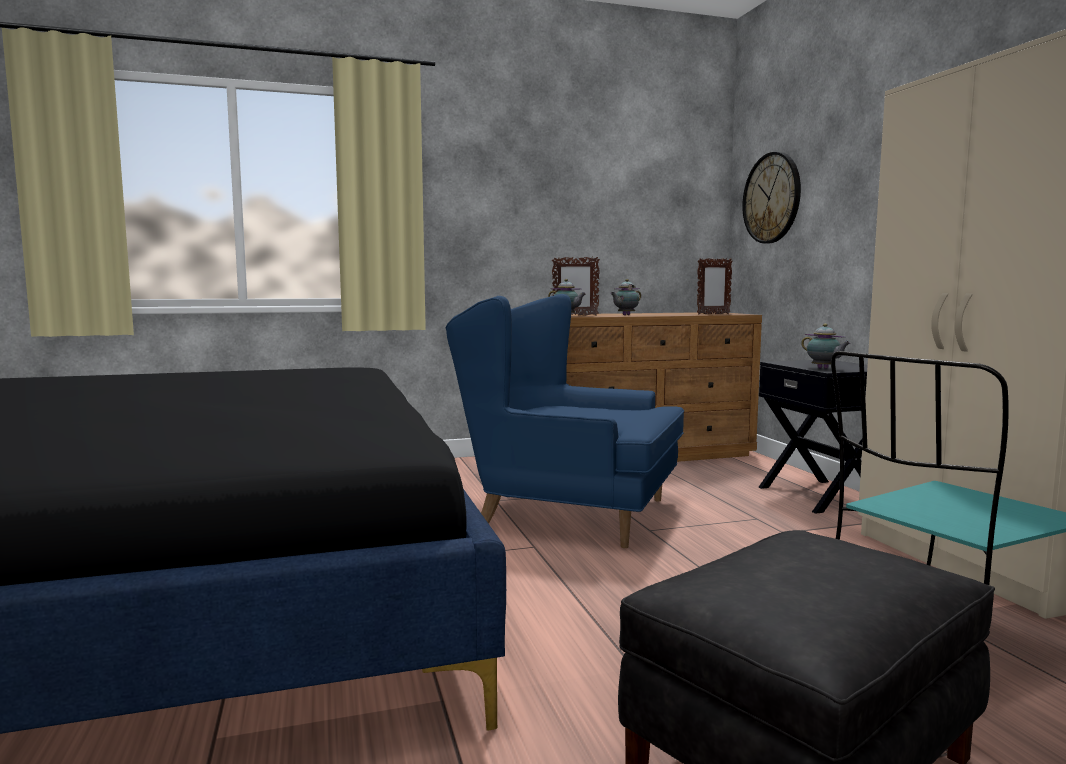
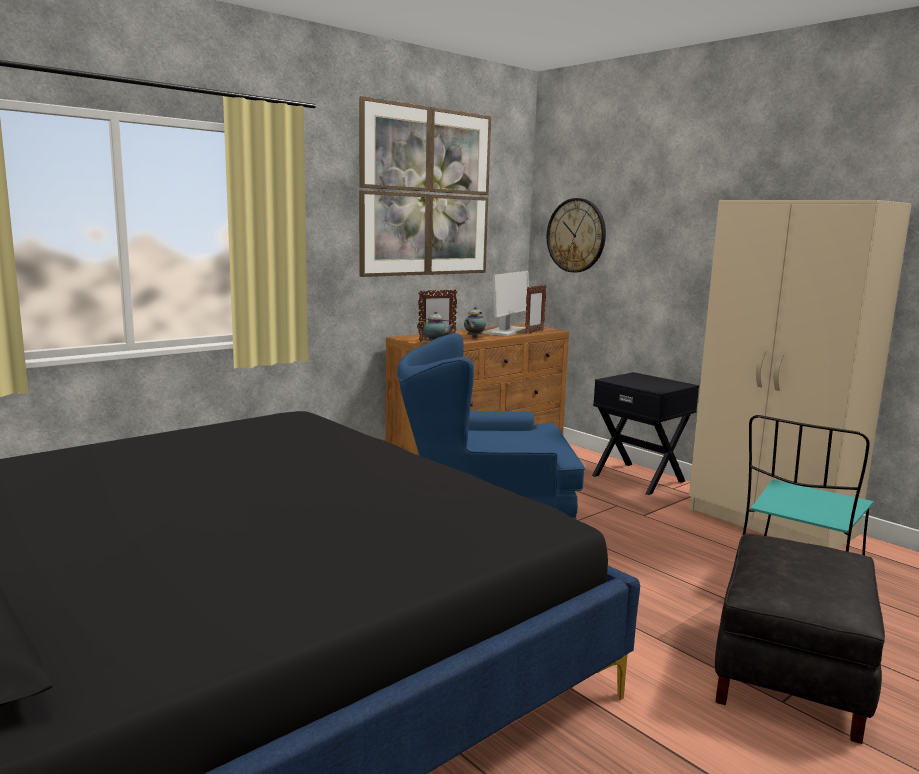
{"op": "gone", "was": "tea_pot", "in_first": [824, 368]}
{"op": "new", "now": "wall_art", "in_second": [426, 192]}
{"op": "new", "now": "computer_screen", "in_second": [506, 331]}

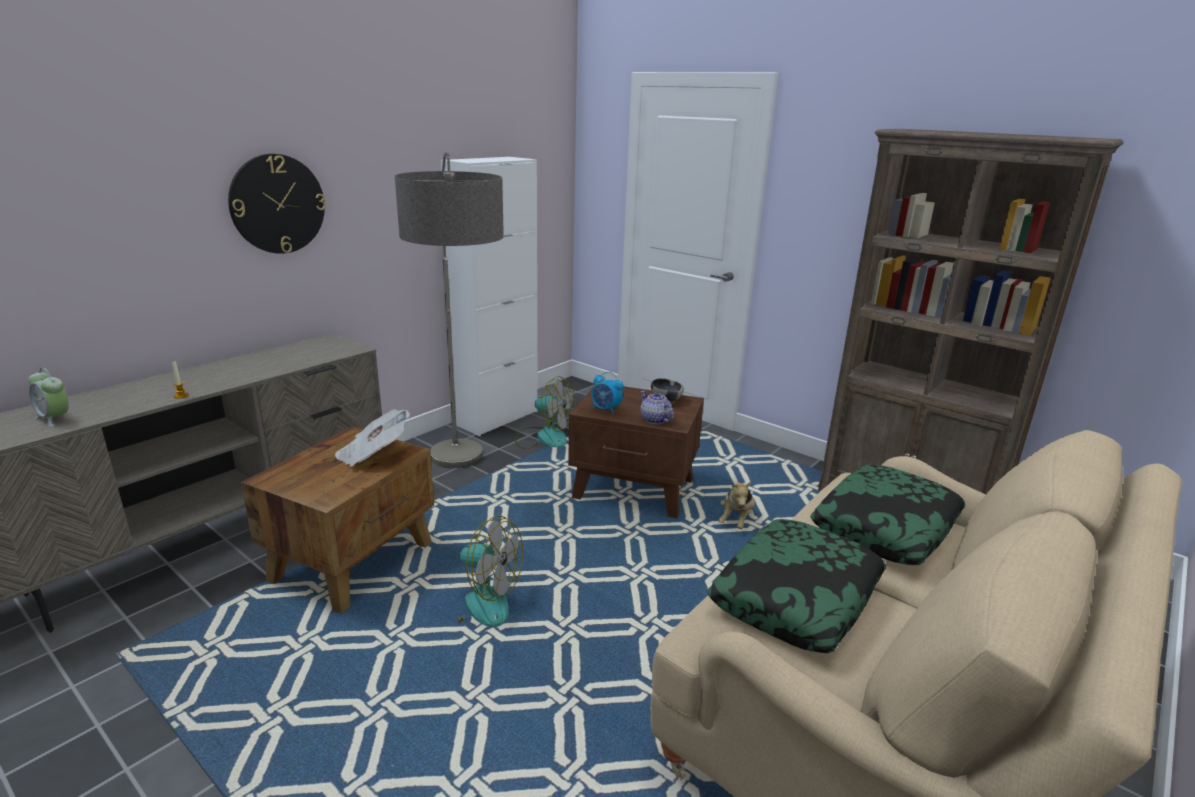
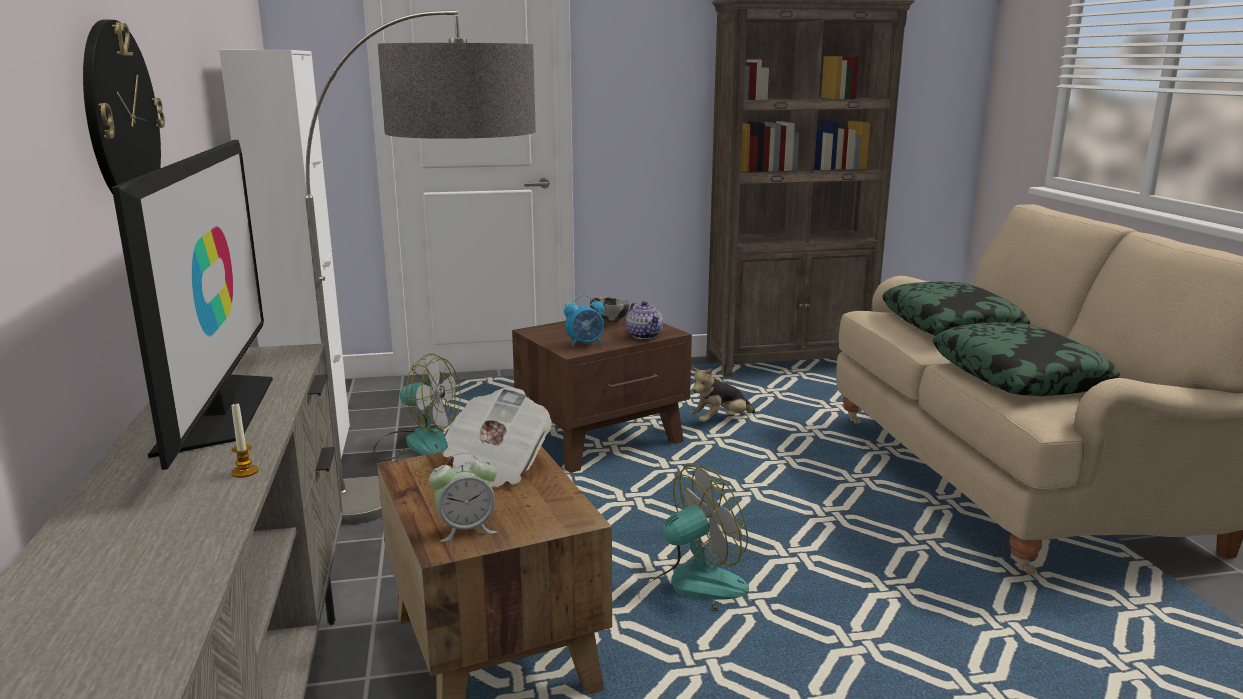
{"op": "shifted", "was": "bedside_clock", "in_first": [55, 419], "in_second": [466, 529]}
{"op": "rotated", "was": "fan", "in_first": [544, 437], "in_second": [416, 443], "clockwise": 45}
{"op": "rotated", "was": "tea_pot", "in_first": [655, 420], "in_second": [644, 335], "clockwise": -120}
{"op": "rotated", "was": "soft_toy", "in_first": [736, 520], "in_second": [720, 421], "clockwise": 90}
{"op": "new", "now": "TV", "in_second": [220, 409]}

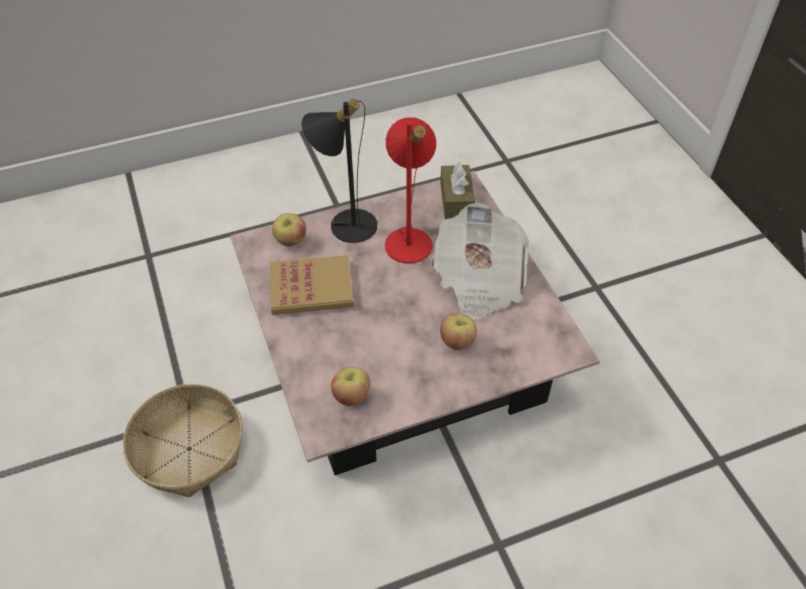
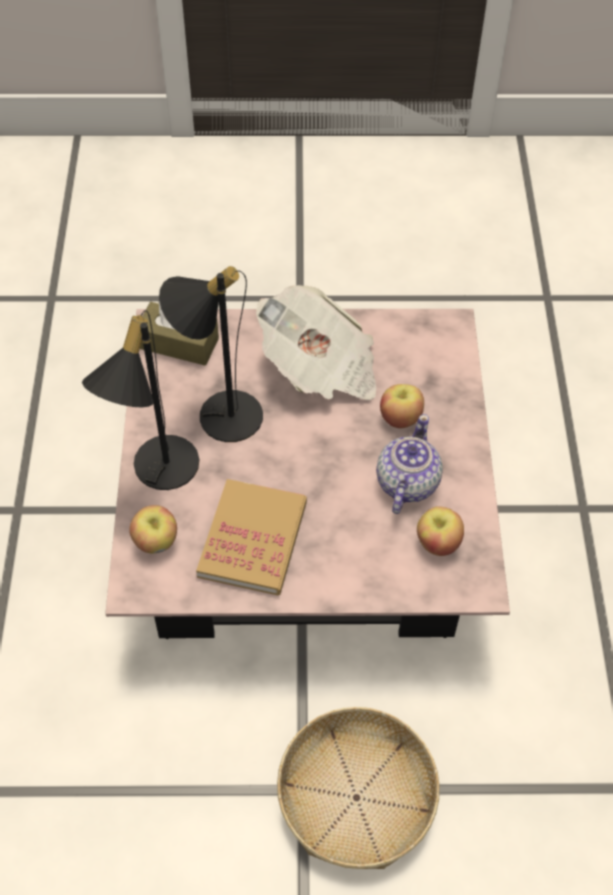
{"op": "repainted", "was": "red-coloured_lamp_for_a_table", "now": "blackish_lamp_for_a_table", "in_first": [409, 238], "in_second": [219, 411]}
{"op": "new", "now": "tea_pot", "in_second": [406, 483]}

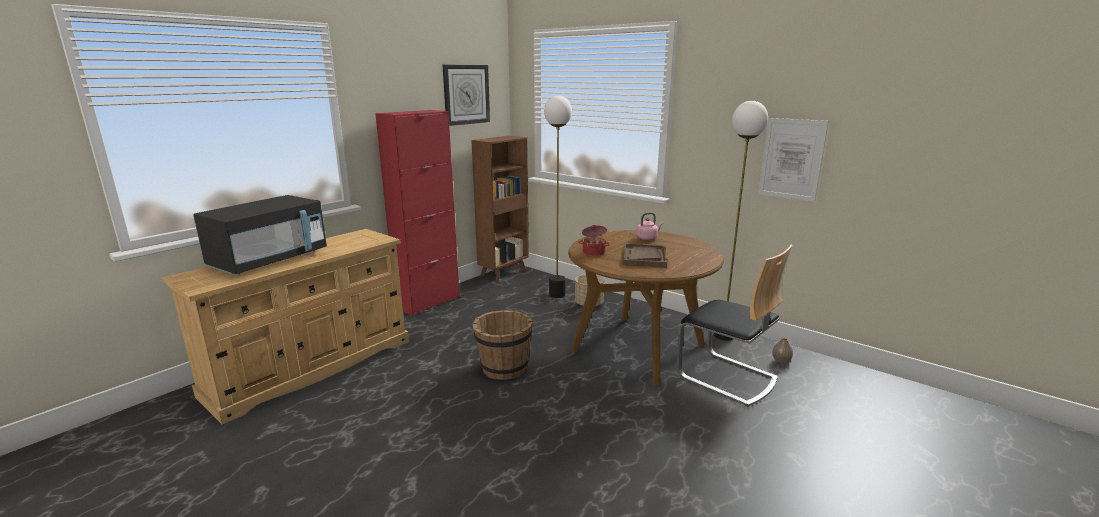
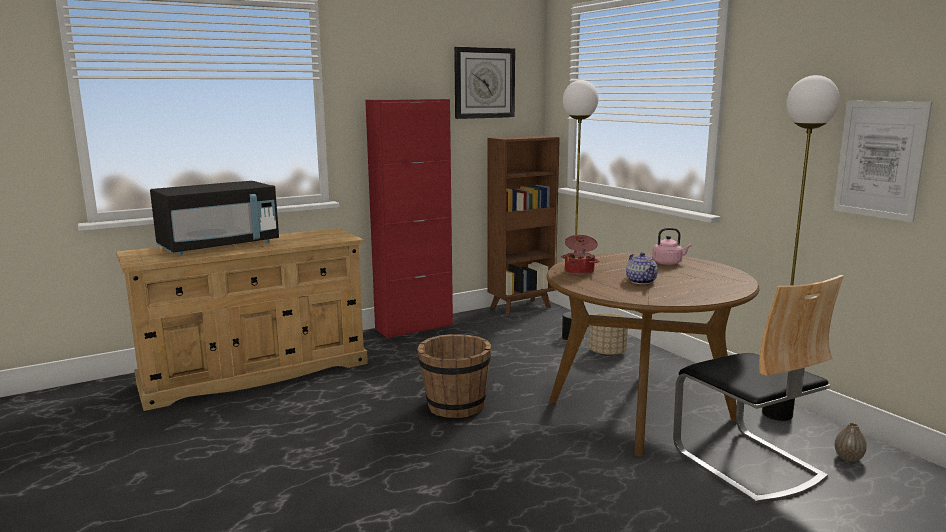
{"op": "swapped", "was": "brownish_serving_tray", "now": "tea_pot", "in_first": [644, 257], "in_second": [641, 281]}

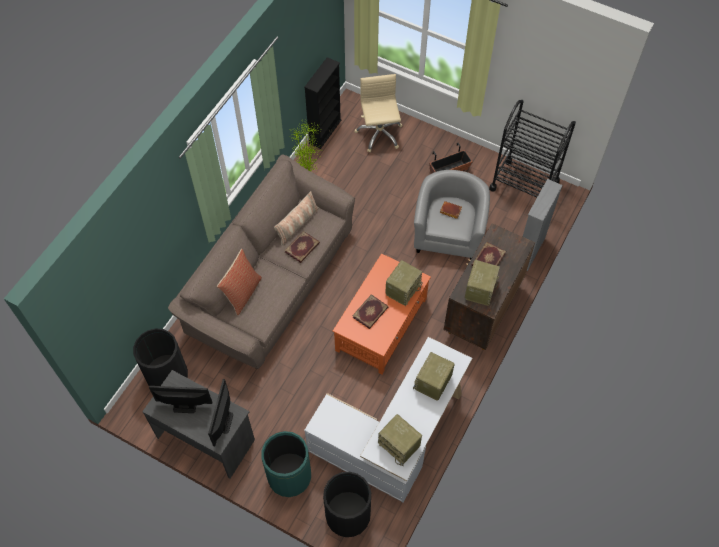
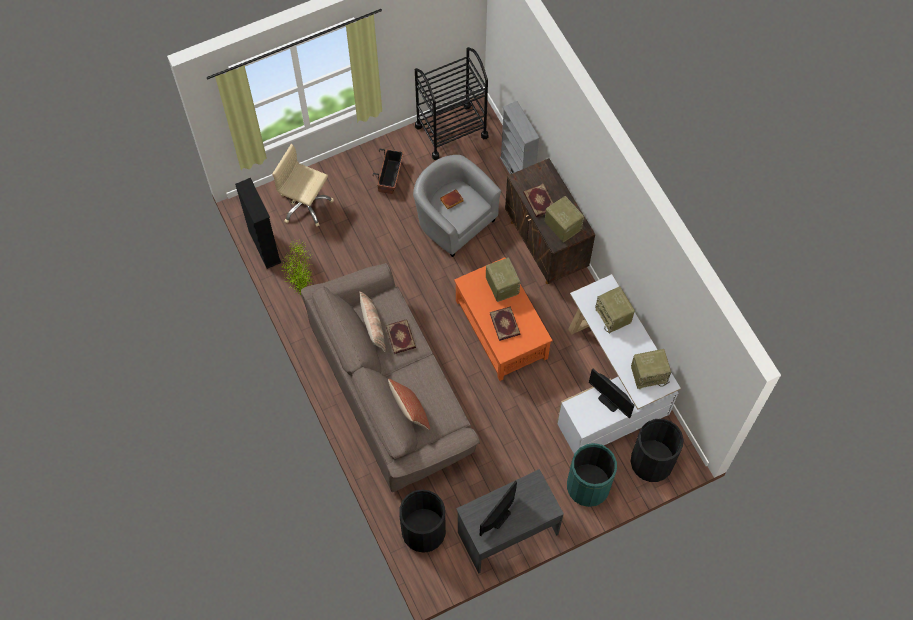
{"op": "shifted", "was": "computer_screen", "in_first": [224, 422], "in_second": [610, 400]}

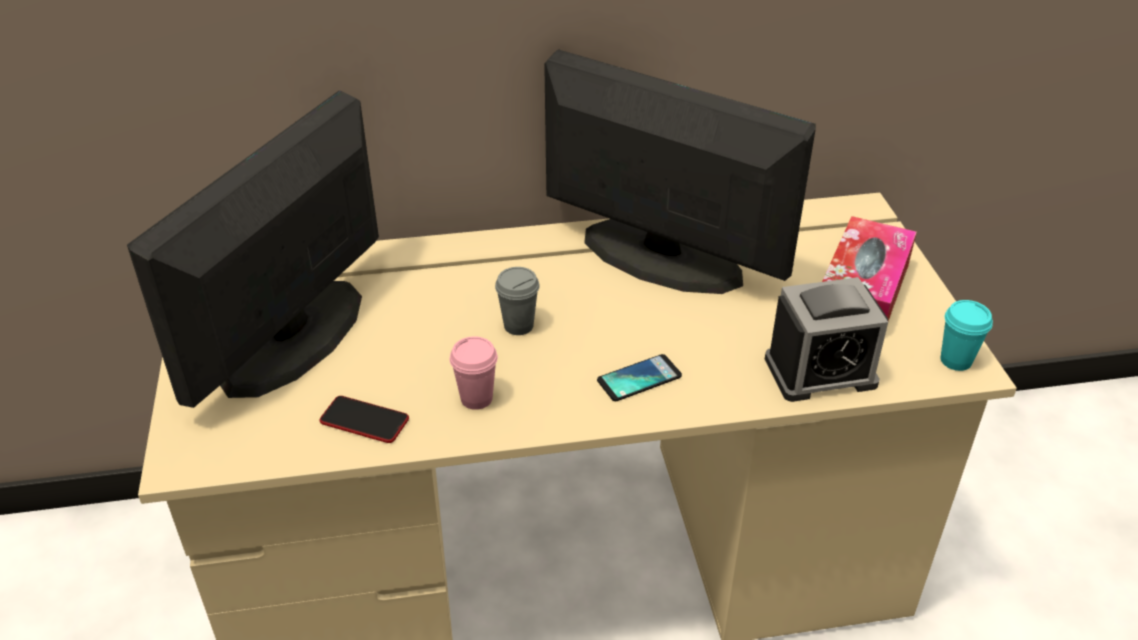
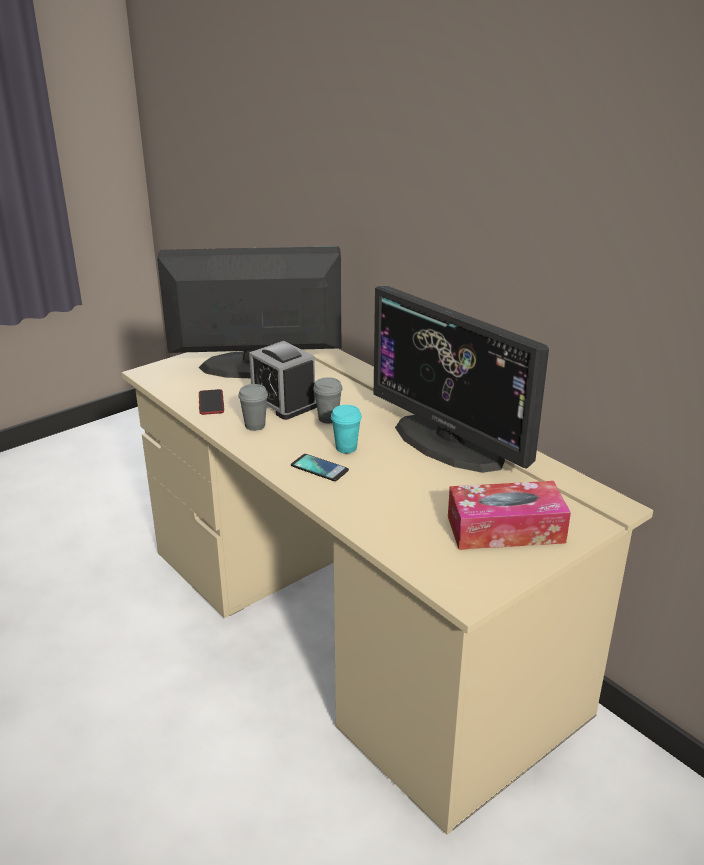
{"op": "repainted", "was": "pink-coloured_cup", "now": "grey_cup", "in_first": [476, 398], "in_second": [255, 425]}
{"op": "rotated", "was": "computer_screen", "in_first": [660, 257], "in_second": [449, 443], "clockwise": 135}
{"op": "shifted", "was": "bedside_clock", "in_first": [820, 371], "in_second": [283, 402]}
{"op": "shifted", "was": "turquoise-coloured_cup", "in_first": [956, 360], "in_second": [346, 448]}

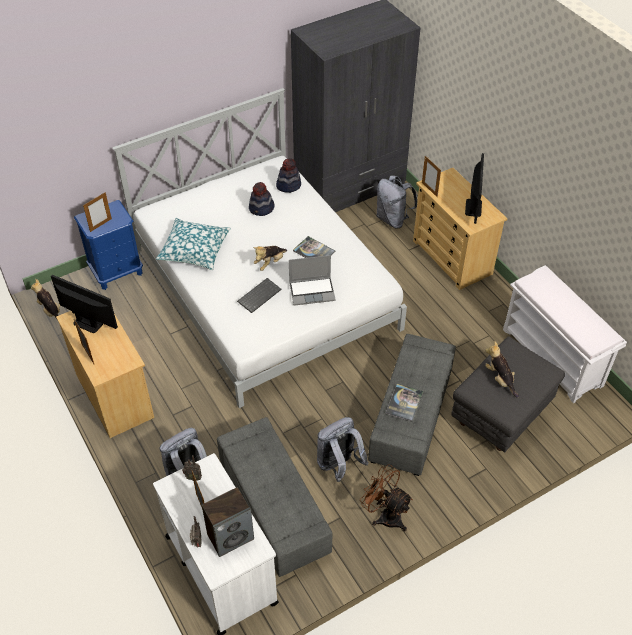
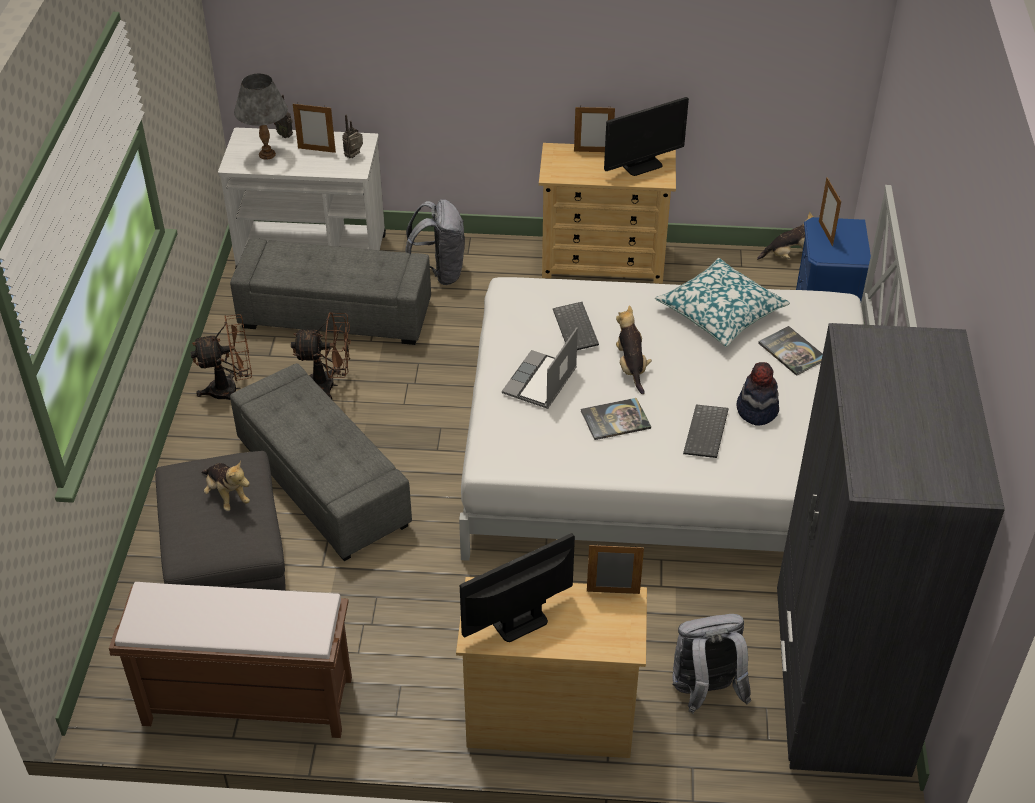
{"op": "swapped", "was": "audio_speaker", "now": "grey_lamp_for_a_table", "in_first": [230, 536], "in_second": [267, 154]}
{"op": "gone", "was": "clothing_hat", "in_first": [288, 185]}
{"op": "swapped", "was": "grey_knapsack", "now": "brownish_fan", "in_first": [338, 465], "in_second": [329, 385]}
{"op": "shifted", "was": "bound_book", "in_first": [404, 403], "in_second": [792, 351]}
{"op": "rotated", "was": "computer_screen", "in_first": [473, 208], "in_second": [520, 622], "clockwise": 105}
{"op": "rotated", "was": "soft_toy", "in_first": [500, 379], "in_second": [226, 495], "clockwise": 45}
{"op": "repainted", "was": "whitish_long_seat", "now": "brownish_long_seat", "in_first": [553, 358], "in_second": [246, 702]}
{"op": "new", "now": "keyboard", "in_second": [707, 433]}

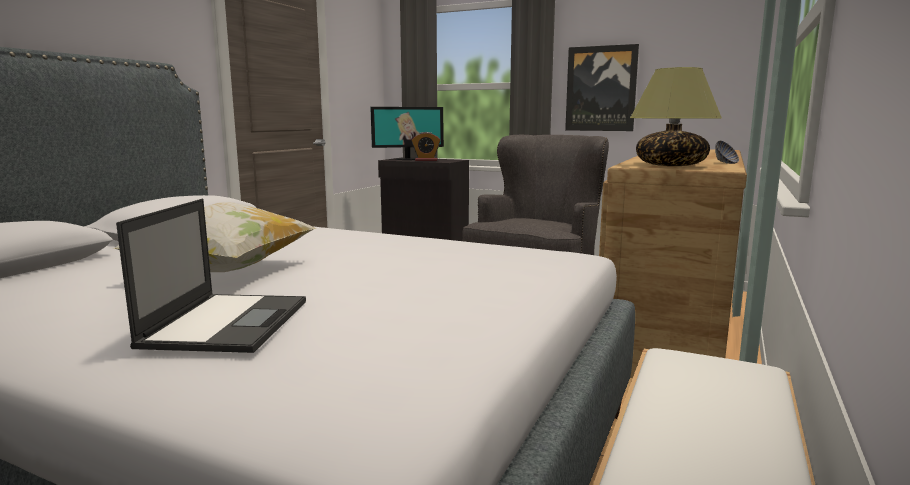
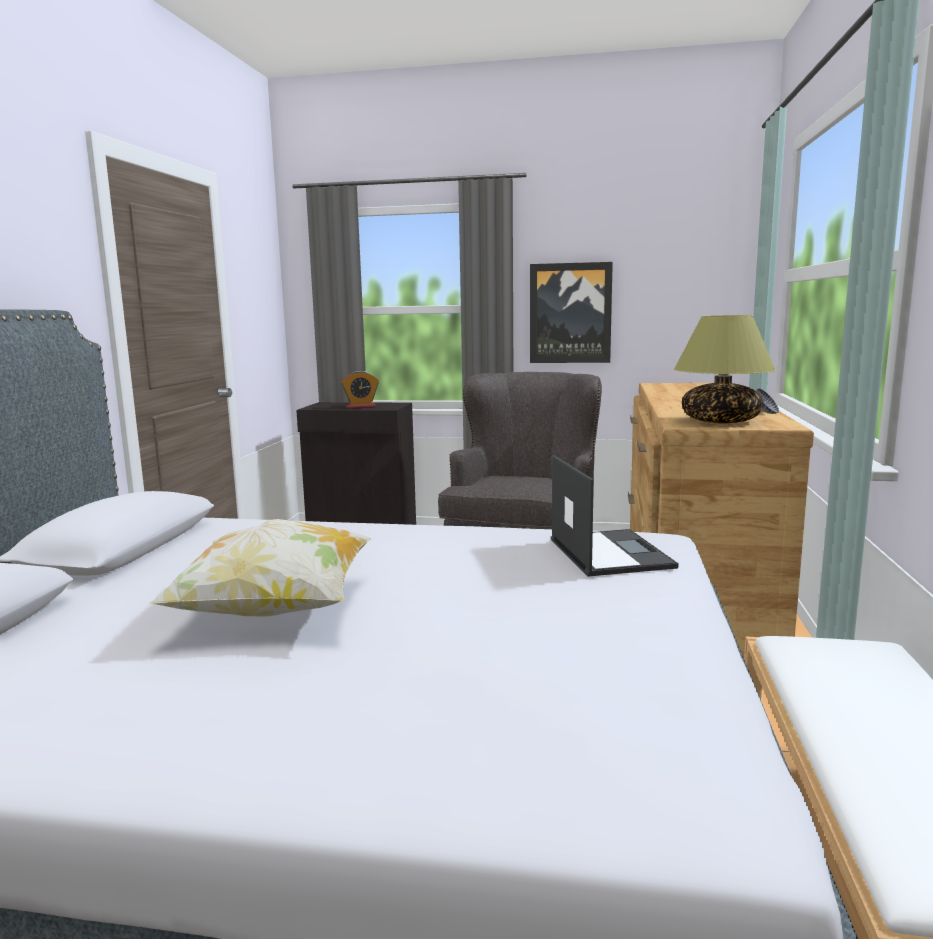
{"op": "shifted", "was": "portable_computer", "in_first": [228, 322], "in_second": [609, 553]}
{"op": "gone", "was": "computer_screen", "in_first": [408, 159]}

